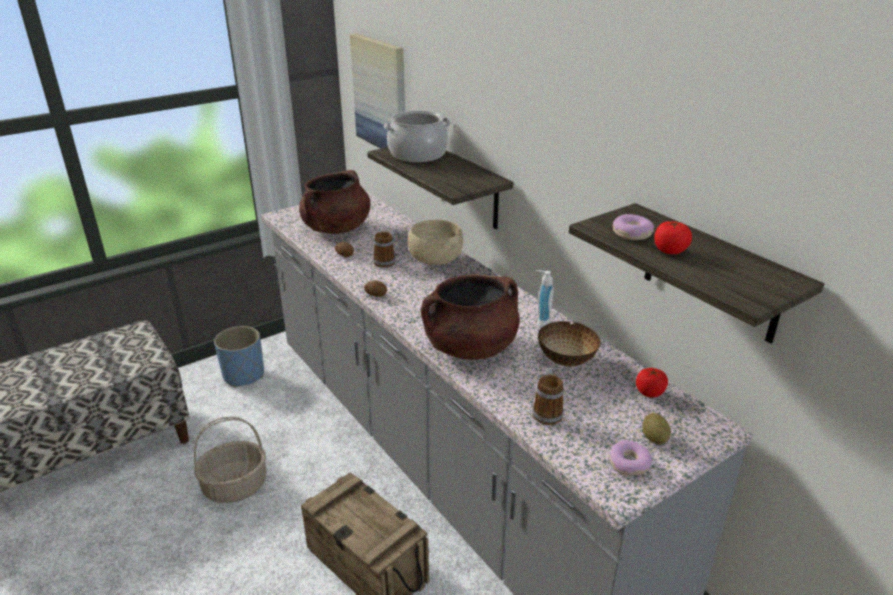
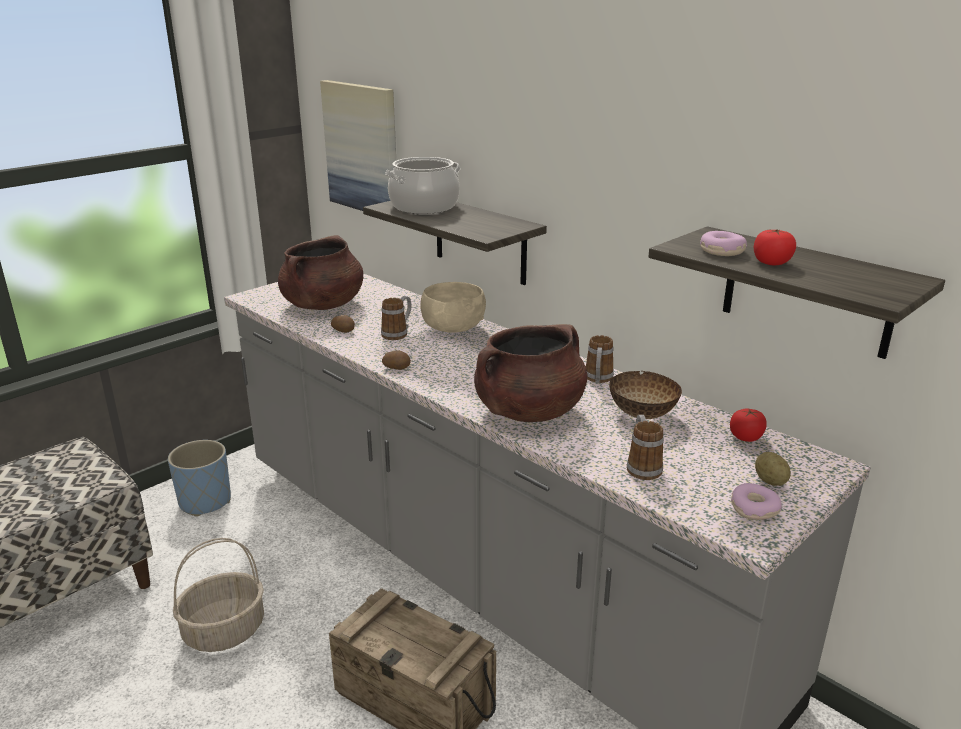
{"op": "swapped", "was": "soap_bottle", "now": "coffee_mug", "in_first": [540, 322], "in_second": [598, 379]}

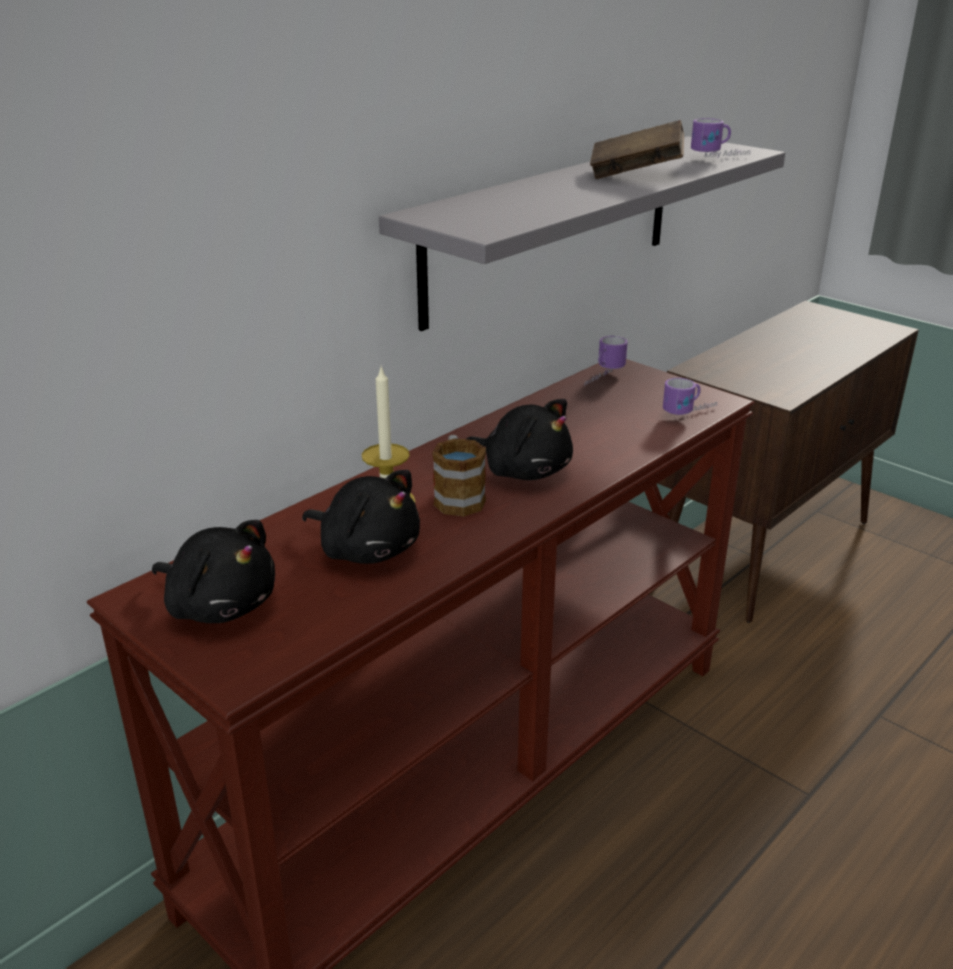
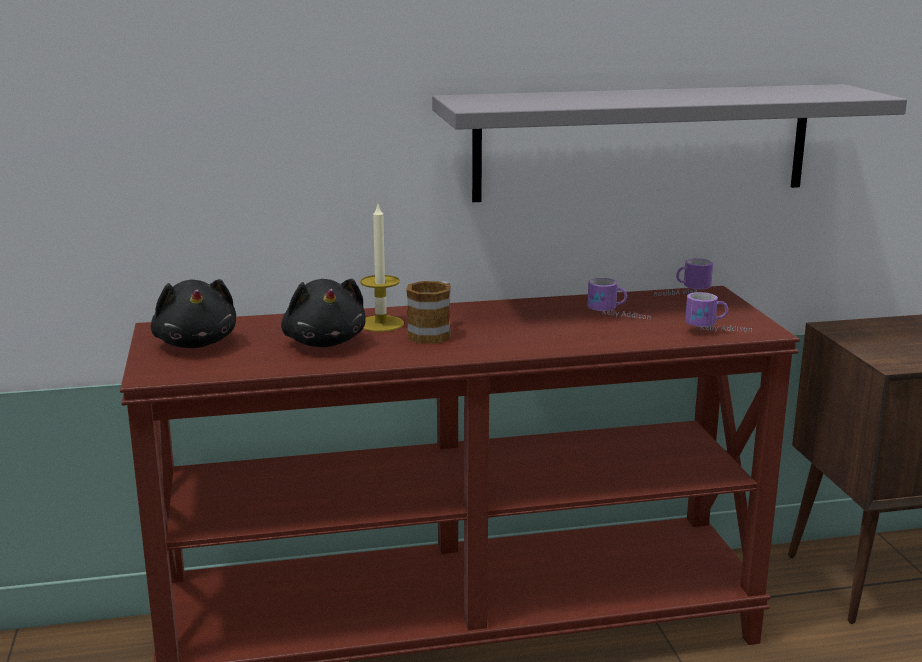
{"op": "gone", "was": "blackish_soft_toy", "in_first": [523, 470]}
{"op": "gone", "was": "brownish_bound_book", "in_first": [635, 174]}
{"op": "shifted", "was": "coffee_mug", "in_first": [720, 158], "in_second": [618, 317]}

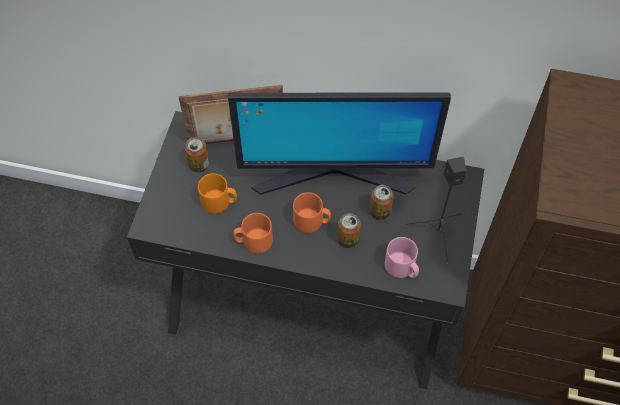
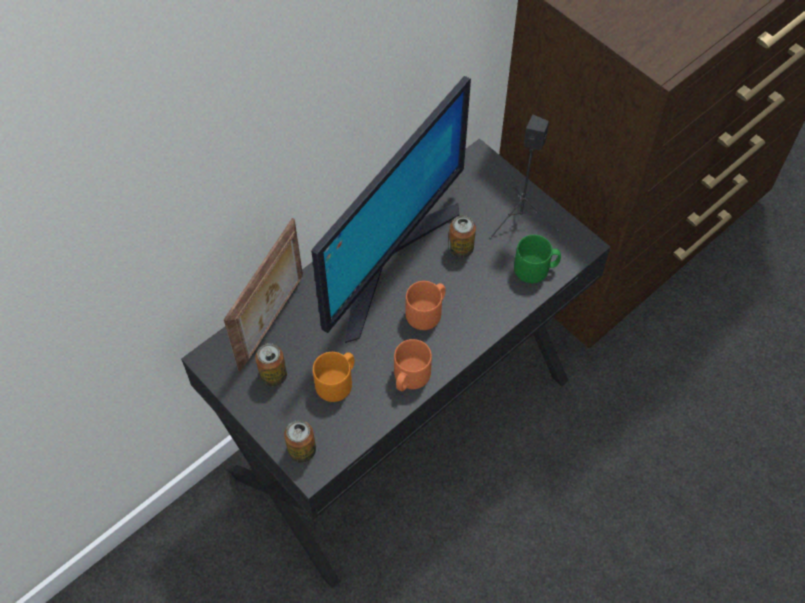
{"op": "shifted", "was": "sealed_can", "in_first": [348, 239], "in_second": [302, 450]}
{"op": "repainted", "was": "pink-coloured_coffee_mug", "now": "greenish_coffee_mug", "in_first": [402, 268], "in_second": [535, 269]}

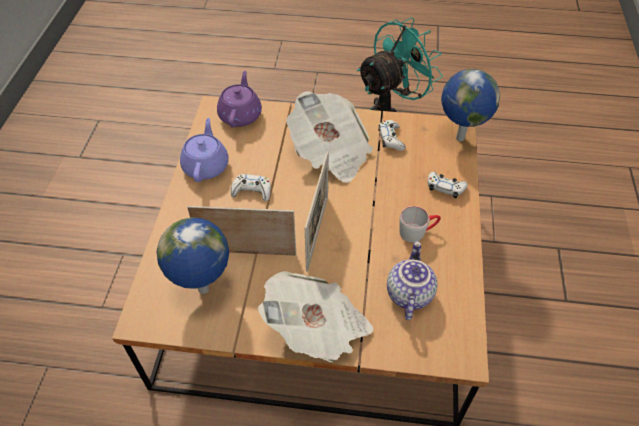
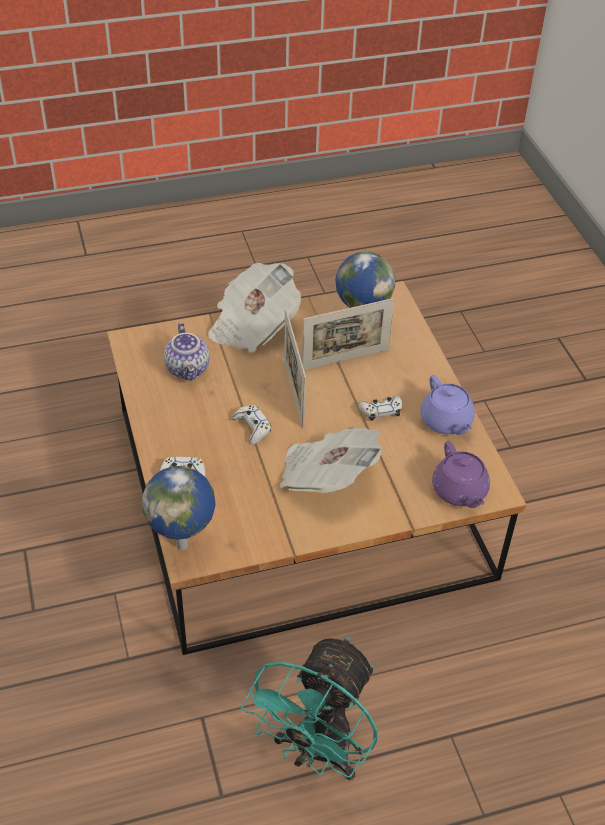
{"op": "shifted", "was": "whitish_game_controller", "in_first": [391, 139], "in_second": [252, 427]}
{"op": "gone", "was": "grey_coffee_mug", "in_first": [417, 231]}

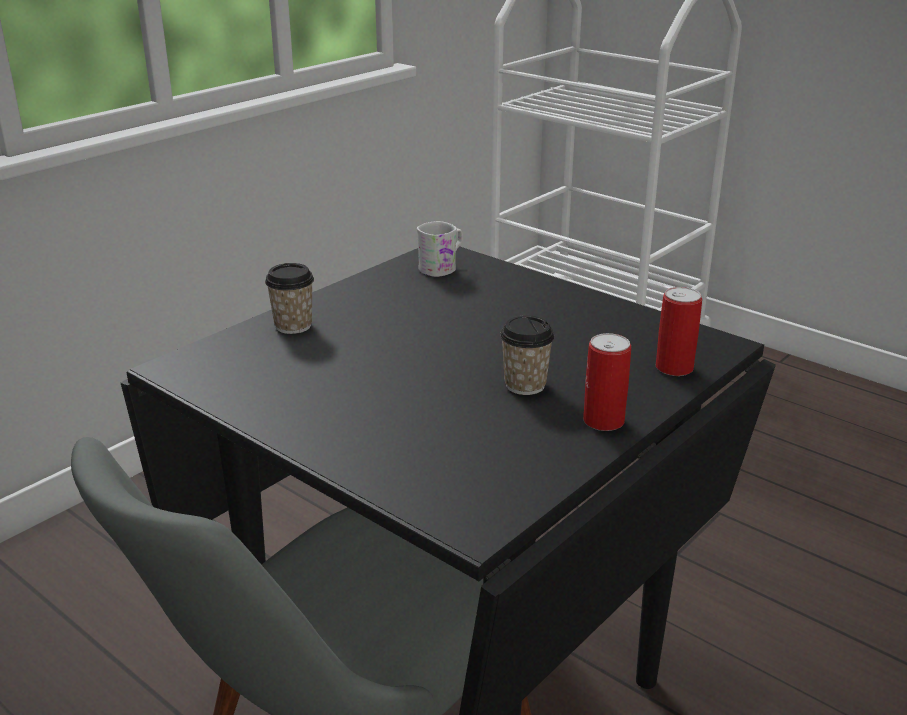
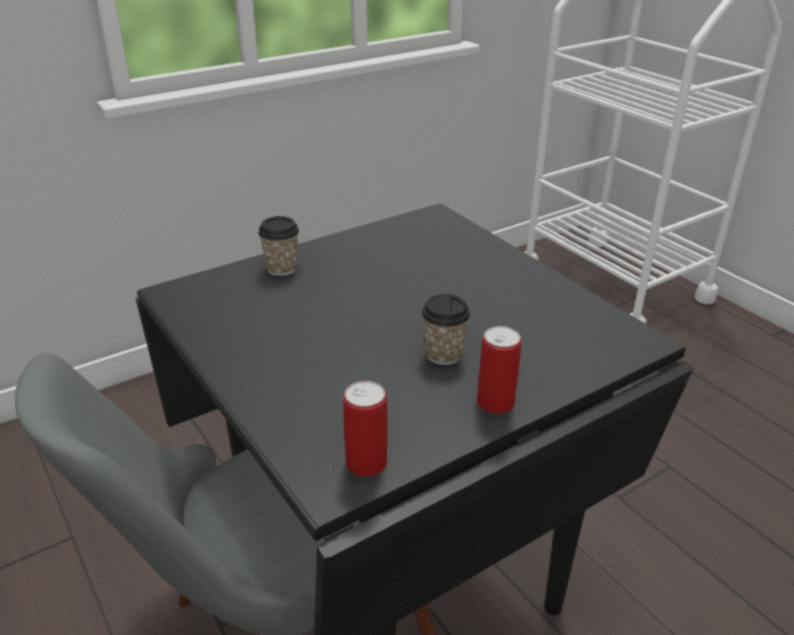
{"op": "gone", "was": "whitish_coffee_mug", "in_first": [442, 268]}
{"op": "shifted", "was": "sealed_can", "in_first": [674, 368], "in_second": [366, 463]}

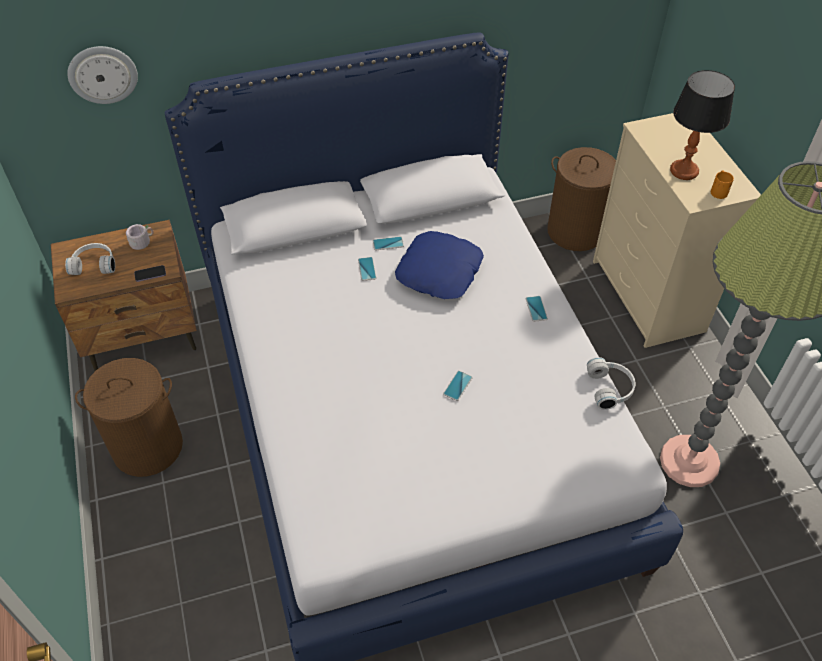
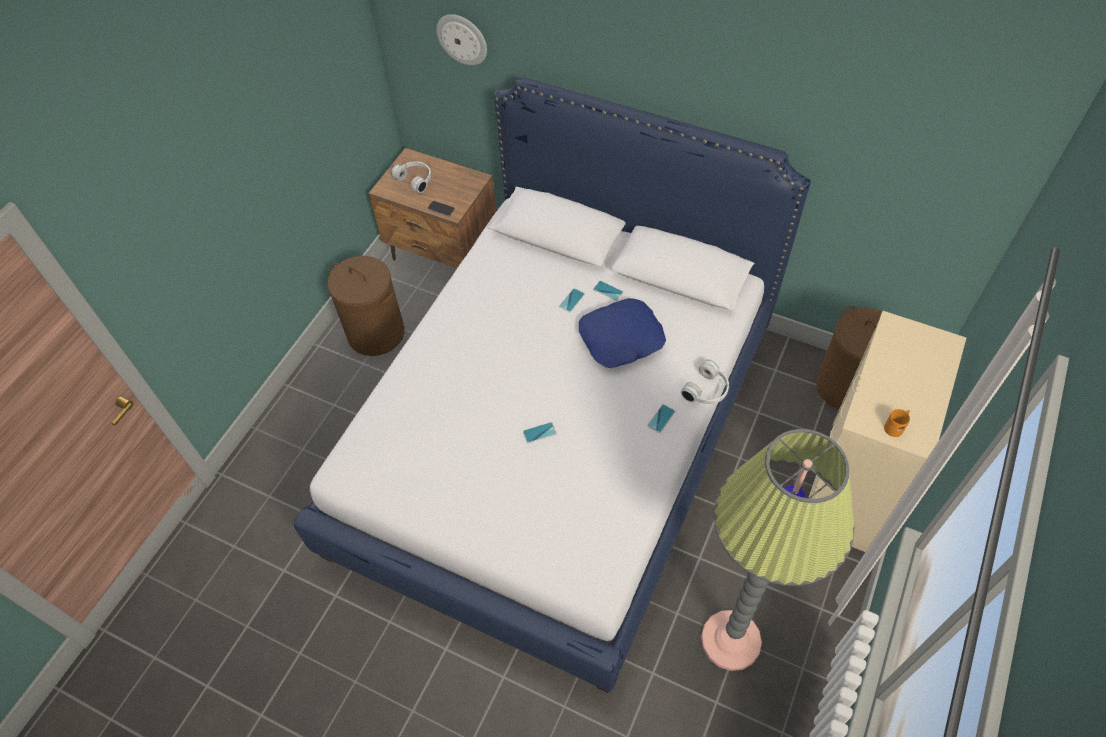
{"op": "gone", "was": "grey_coffee_mug", "in_first": [142, 241]}
{"op": "shifted", "was": "whitish_pair_of_headphones", "in_first": [610, 388], "in_second": [707, 390]}
{"op": "gone", "was": "lamp_for_a_table", "in_first": [684, 171]}

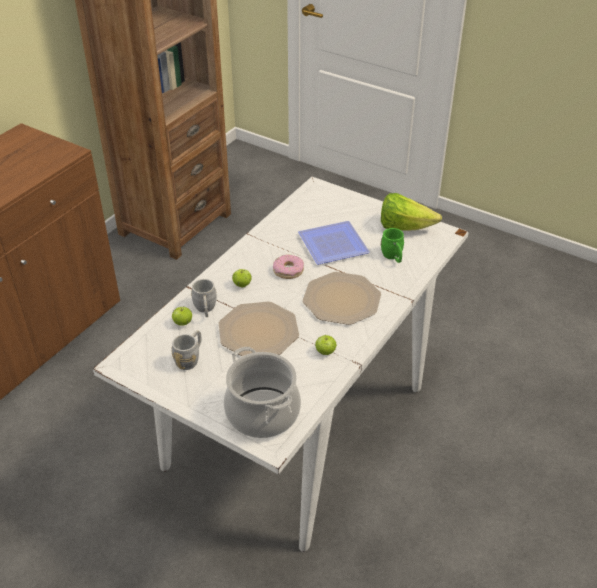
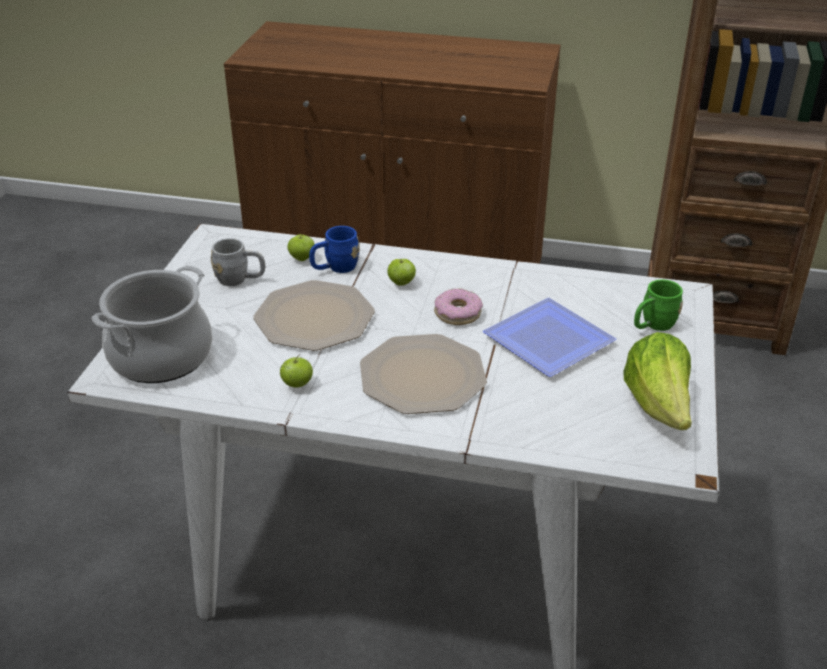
{"op": "repainted", "was": "grey_coffee_mug", "now": "blue_coffee_mug", "in_first": [205, 310], "in_second": [335, 268]}
{"op": "shifted", "was": "greenish_coffee_mug", "in_first": [393, 257], "in_second": [652, 325]}

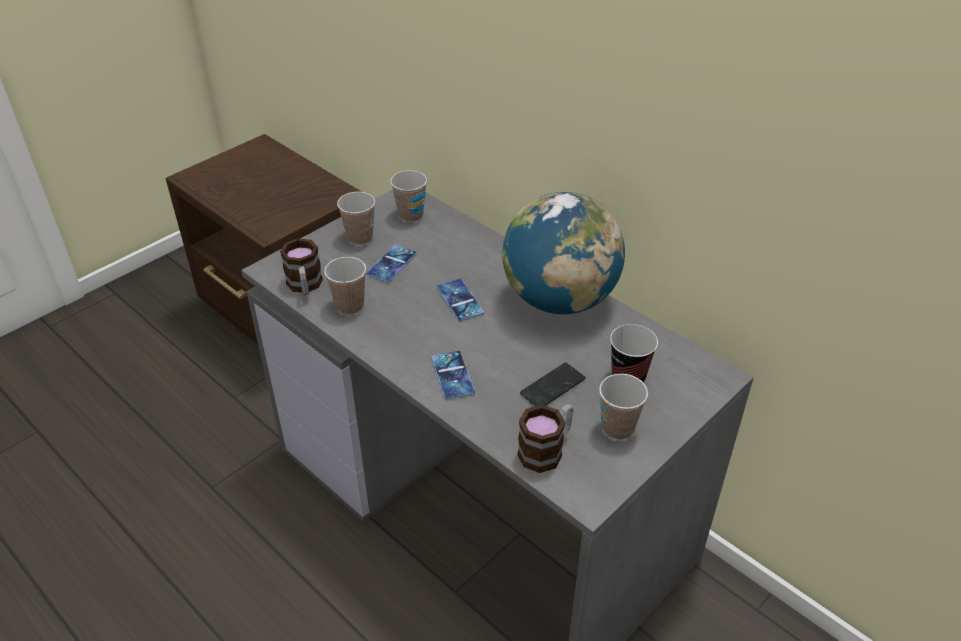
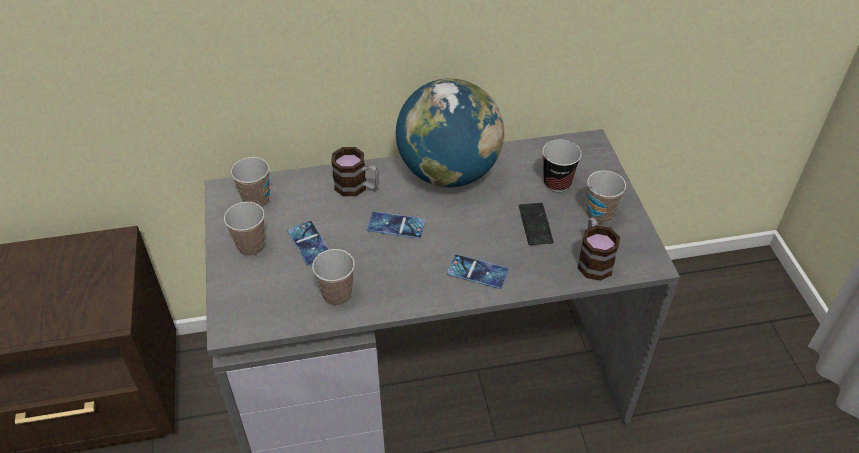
{"op": "shifted", "was": "coffee_mug", "in_first": [305, 286], "in_second": [357, 187]}

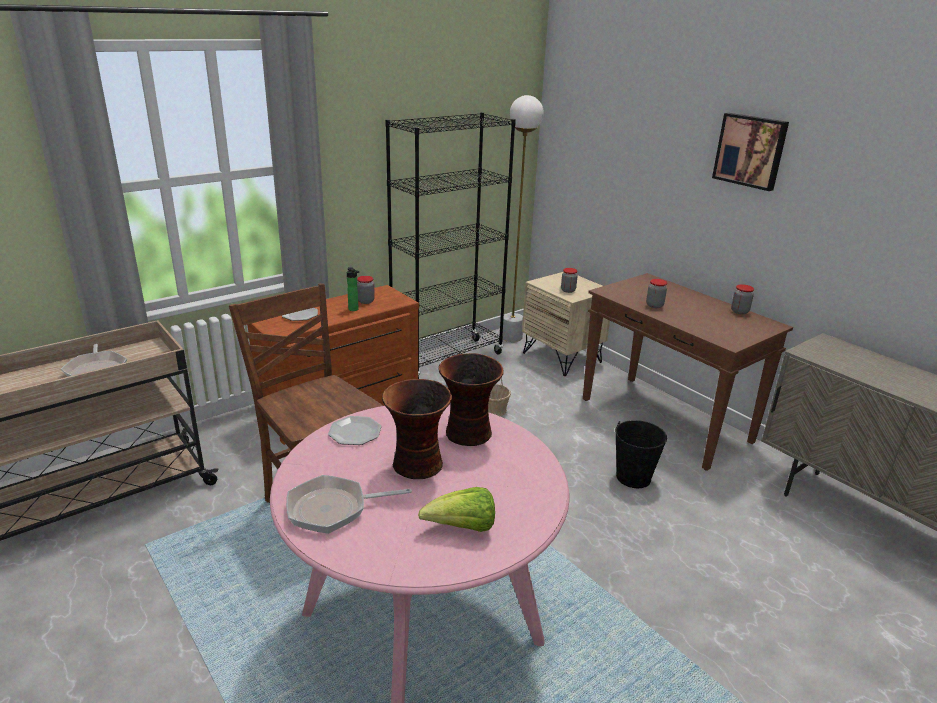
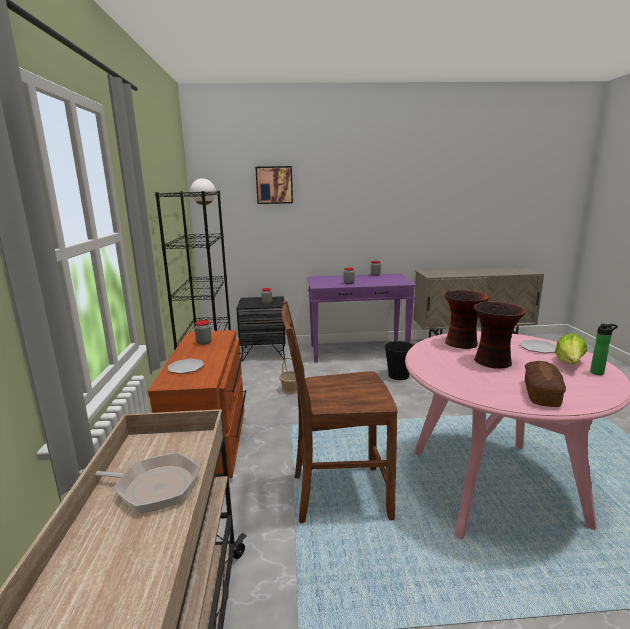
{"op": "swapped", "was": "pan", "now": "bakery_bread", "in_first": [333, 509], "in_second": [541, 394]}
{"op": "shifted", "was": "flat_dish", "in_first": [354, 432], "in_second": [539, 348]}
{"op": "shifted", "was": "bottle", "in_first": [354, 309], "in_second": [598, 372]}
{"op": "repainted", "was": "beige-coloured_night_table", "now": "blackish_night_table", "in_first": [562, 357], "in_second": [264, 353]}
{"op": "repainted", "was": "brownish_hall_table", "now": "purple_hall_table", "in_first": [666, 421], "in_second": [358, 351]}
{"op": "shifted", "was": "wall_art", "in_first": [750, 151], "in_second": [274, 185]}

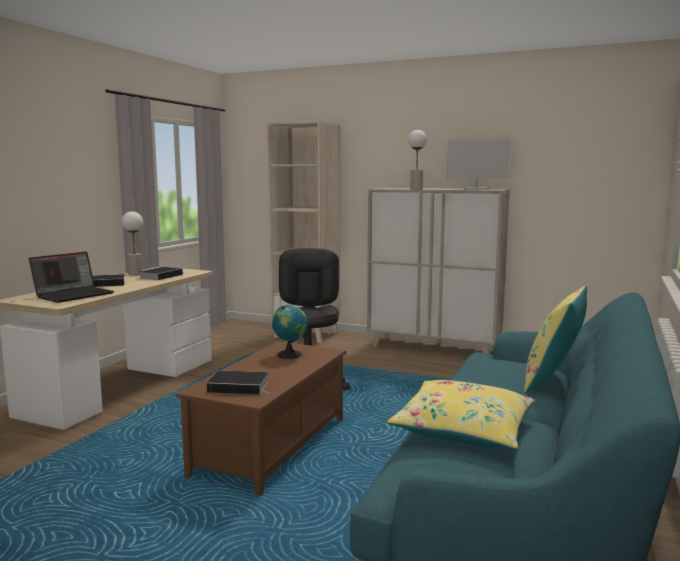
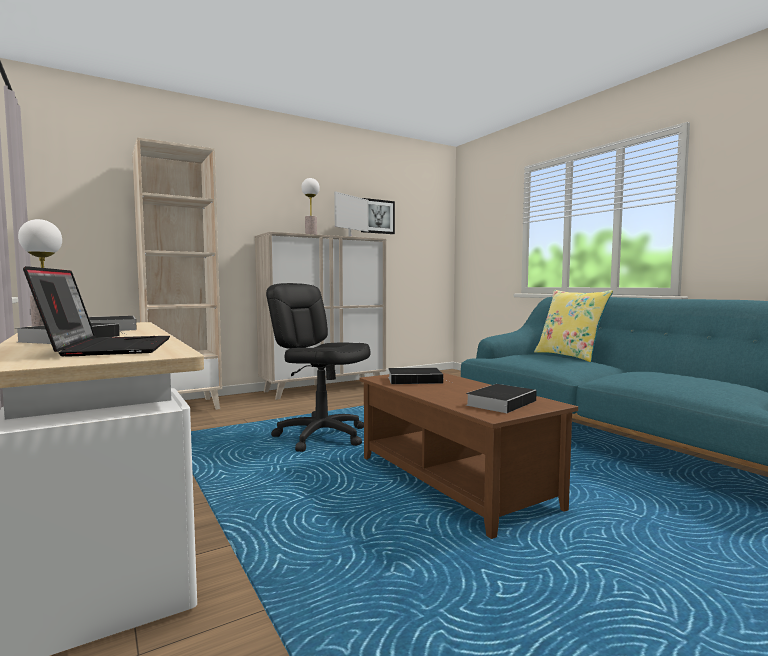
{"op": "swapped", "was": "desk_globe", "now": "bound_book", "in_first": [290, 354], "in_second": [416, 380]}
{"op": "gone", "was": "yellow-coloured_pillow", "in_first": [464, 429]}
{"op": "new", "now": "wall_art", "in_second": [377, 216]}

